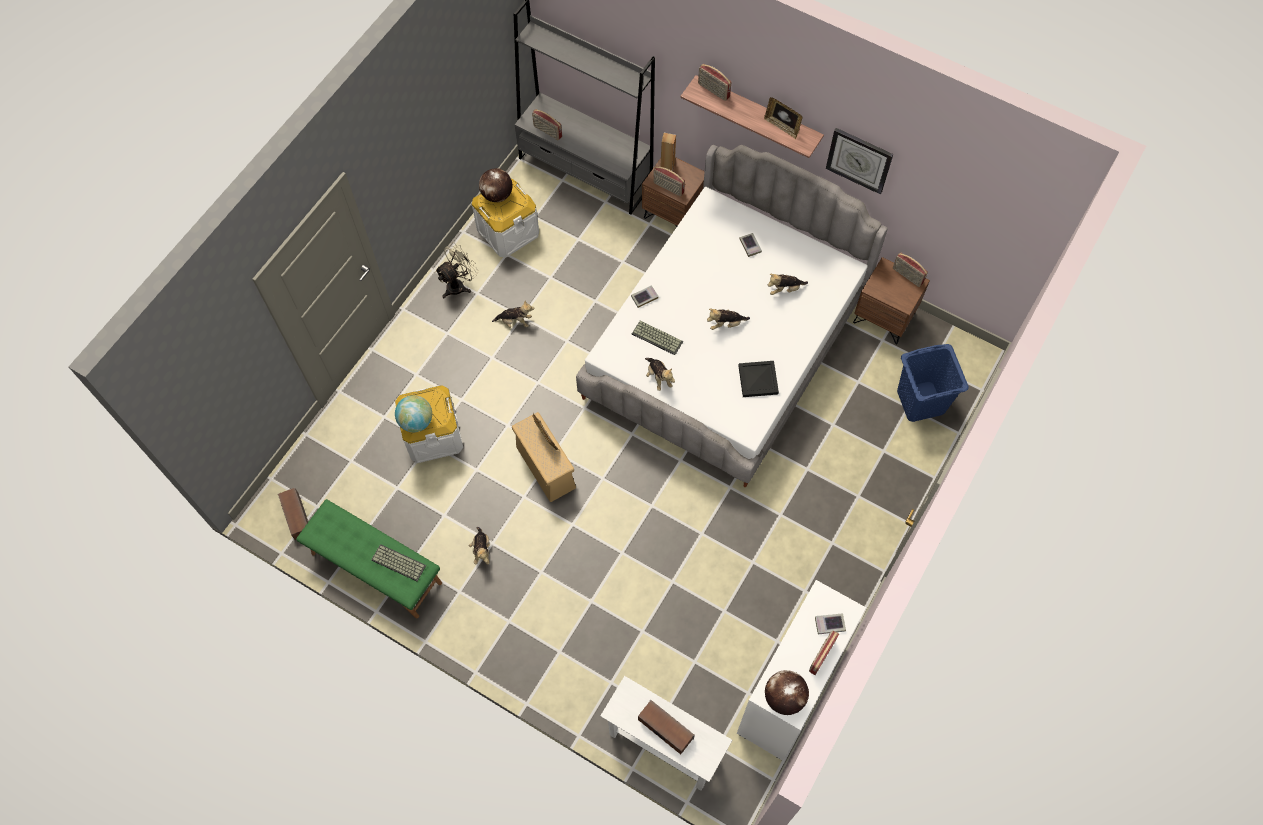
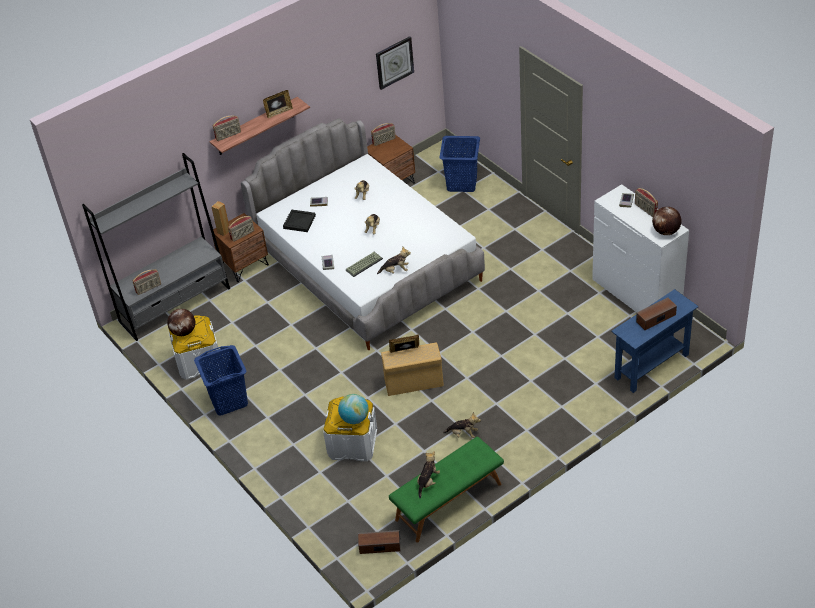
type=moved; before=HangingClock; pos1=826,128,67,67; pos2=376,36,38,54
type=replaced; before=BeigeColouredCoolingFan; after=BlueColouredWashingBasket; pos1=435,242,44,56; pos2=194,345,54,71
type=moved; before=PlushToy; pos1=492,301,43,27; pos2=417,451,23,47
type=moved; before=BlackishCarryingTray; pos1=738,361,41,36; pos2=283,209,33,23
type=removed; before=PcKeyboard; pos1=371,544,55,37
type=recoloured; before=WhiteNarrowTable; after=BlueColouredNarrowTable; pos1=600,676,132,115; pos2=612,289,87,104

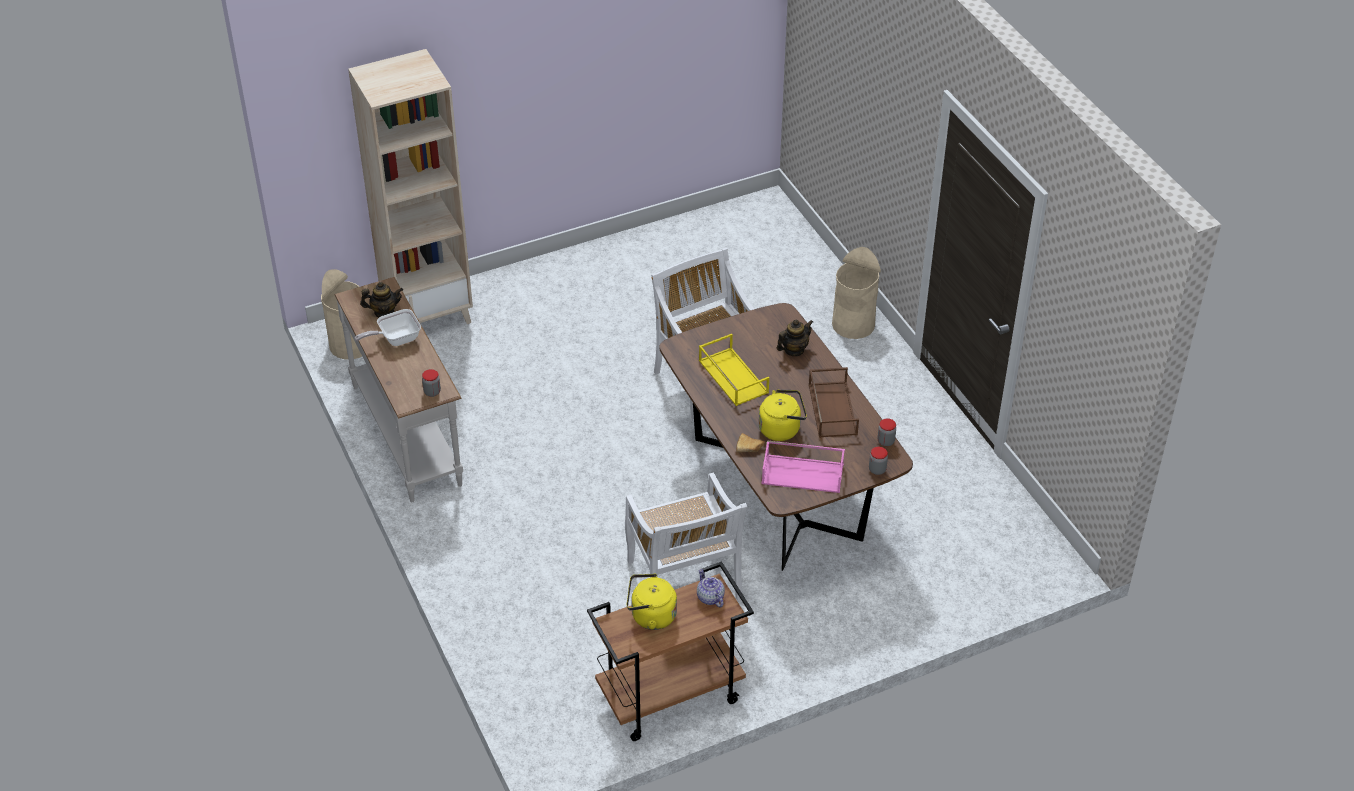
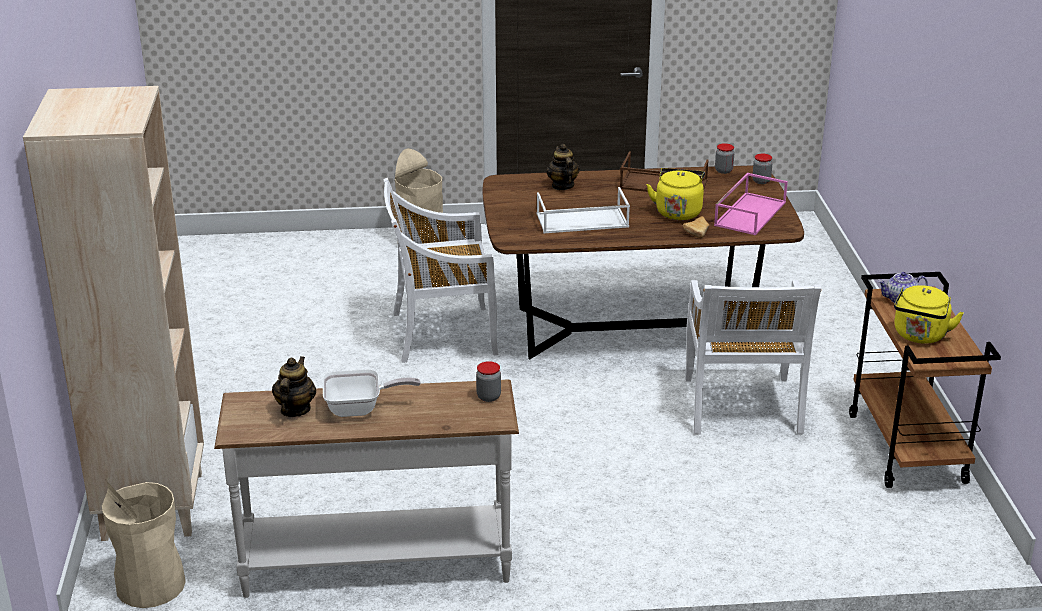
type=turned; before=FryingPan; pos1=355,309,66,37; pos2=323,369,98,48; turn=-90
type=recoloured; before=YellowCarryingTray; after=WhiteCarryingTray; pos1=699,334,70,72; pos2=537,187,93,46
type=turned; before=WhiteUprightChair; pos1=625,472,122,129; pos2=685,280,136,154; turn=90

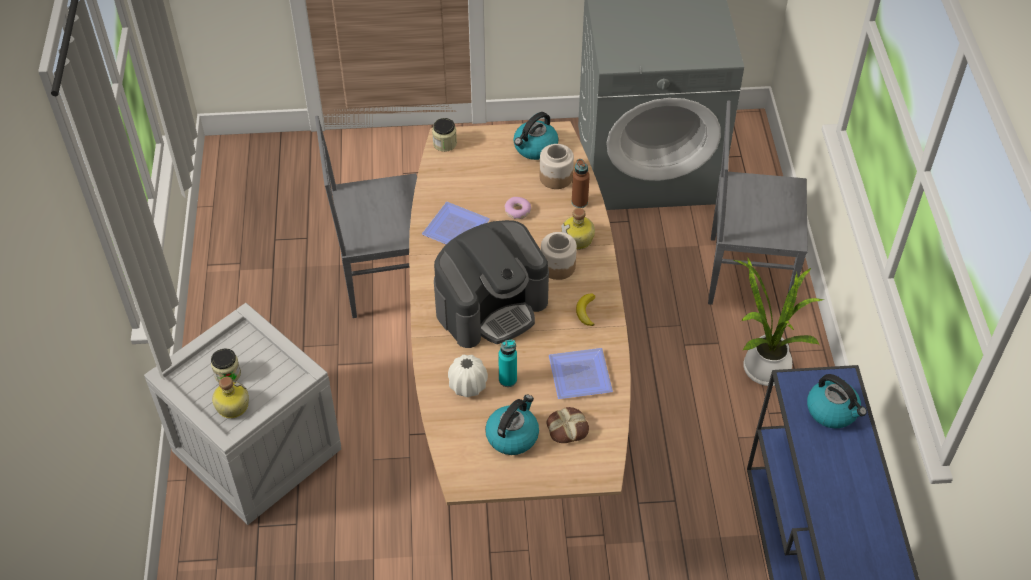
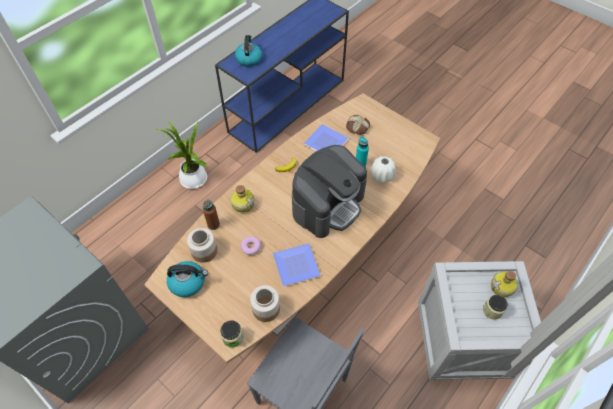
type=removed; before=GreyishUprightChair; pos1=708,101,100,204
type=turned; before=CoffeeMaker; pos1=434,220,115,128; pos2=292,145,75,93; turn=120
type=moved; before=StorageJar; pos1=541,232,36,48; pos2=250,285,30,37
type=removed; before=Kettle; pos1=485,395,54,60

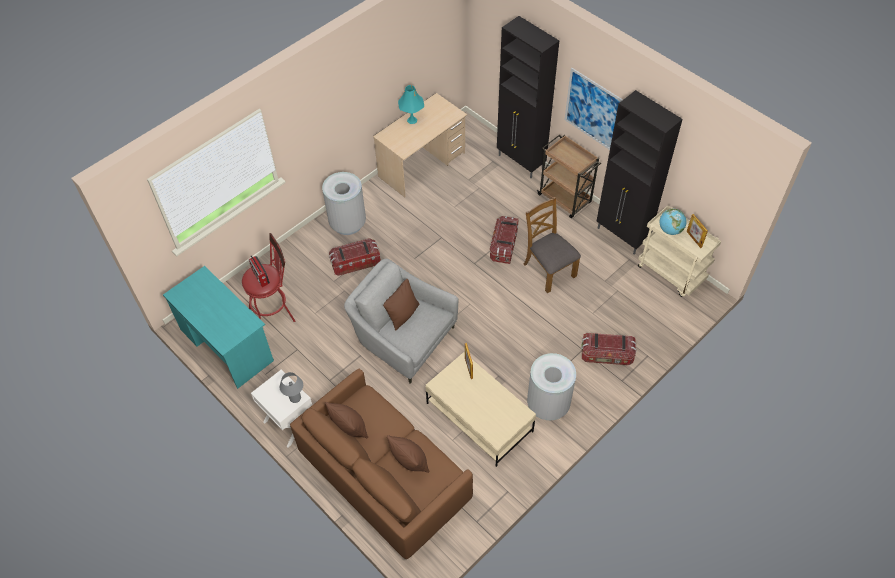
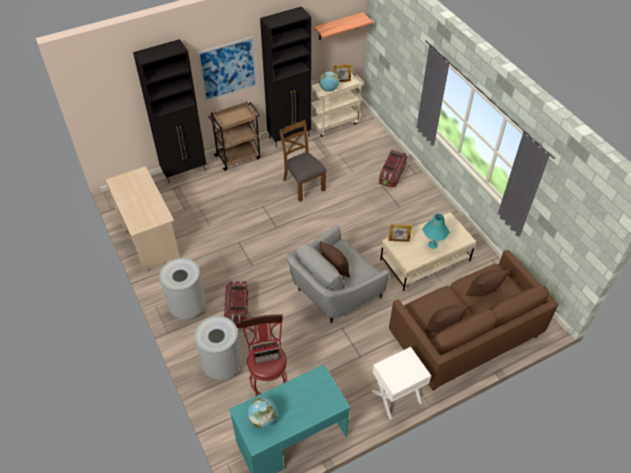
type=moved; before=TurquoiseLampForATable; pos1=398,85,26,39; pos2=422,214,28,35
type=turned; before=BrownColouredUprightChair; pos1=524,197,57,96; pos2=279,120,48,82; turn=75
type=removed; before=StorageContainer; pos1=490,216,29,48
type=moved; before=GreyishRubbishBin; pos1=527,353,49,67; pos2=195,316,47,64
type=removed; before=GreyishLampForATable; pos1=280,372,23,31
type=added; after=BracketShelf; pos2=314,12,59,28
type=added; after=Globe; pos2=247,397,30,31

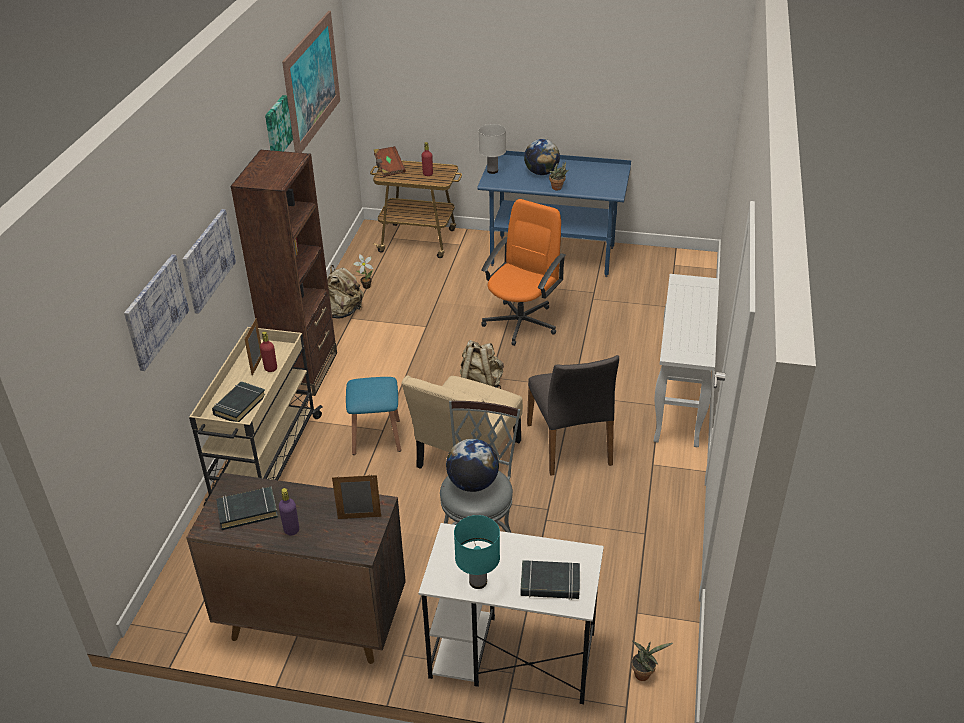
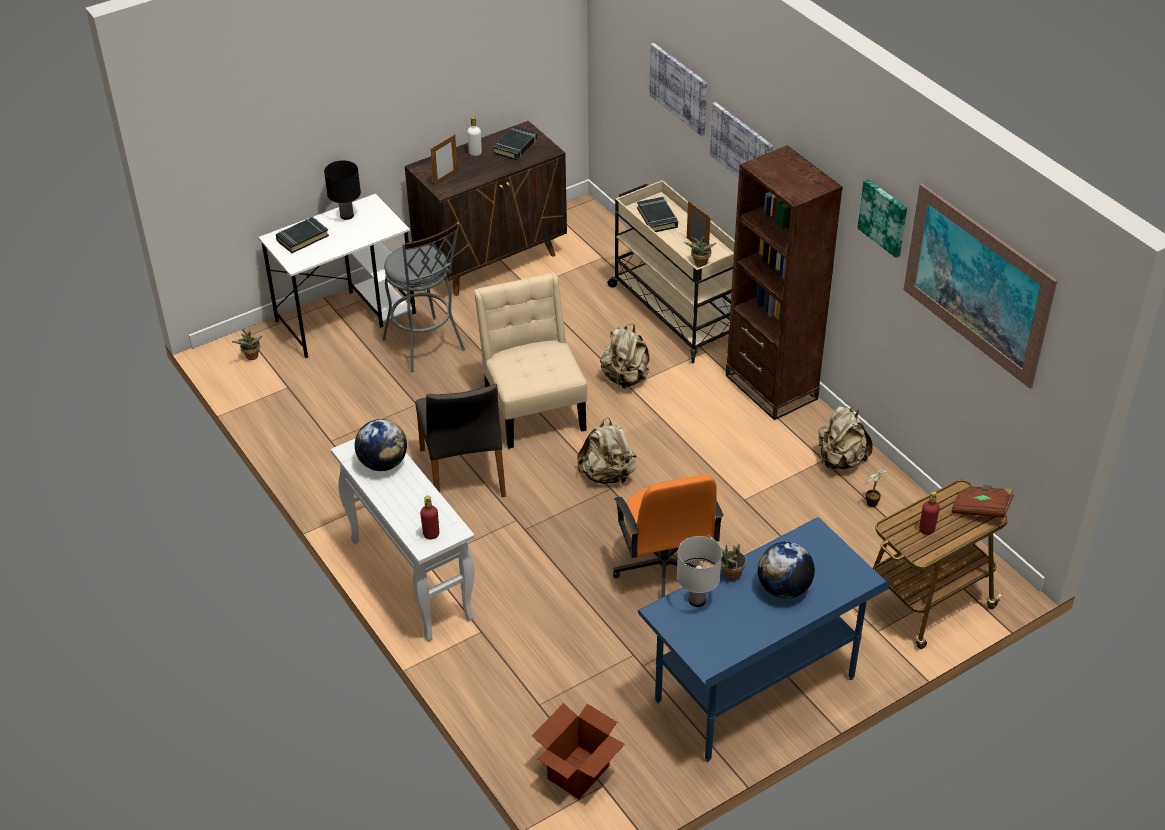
type=moved; before=WhiteLampForATable; pos1=479,124,27,50; pos2=677,536,45,71
type=moved; before=ReddishBottle; pos1=260,332,17,40; pos2=420,496,19,43
type=turned; before=GreyishUprightChair; pos1=527,355,92,121; pos2=416,384,90,113; turn=-135
type=replaced; before=BlueColouredStool; after=BeigeColouredBackpack; pos1=346,377,55,78; pos2=600,324,49,65
type=moved; before=Globe; pos1=446,439,53,53; pos2=355,419,52,52
type=recoloured; before=PurplishBottle; after=WhiteBottle; pos1=279,488,20,47; pos2=467,116,15,40
type=recoloured; before=TurquoiseLampForATable; after=BlackishLampForATable; pos1=454,515,46,74; pos2=324,160,37,60
type=added; after=PottedPlant; pos2=684,236,32,31
type=added; after=Carton; pos2=532,703,93,96

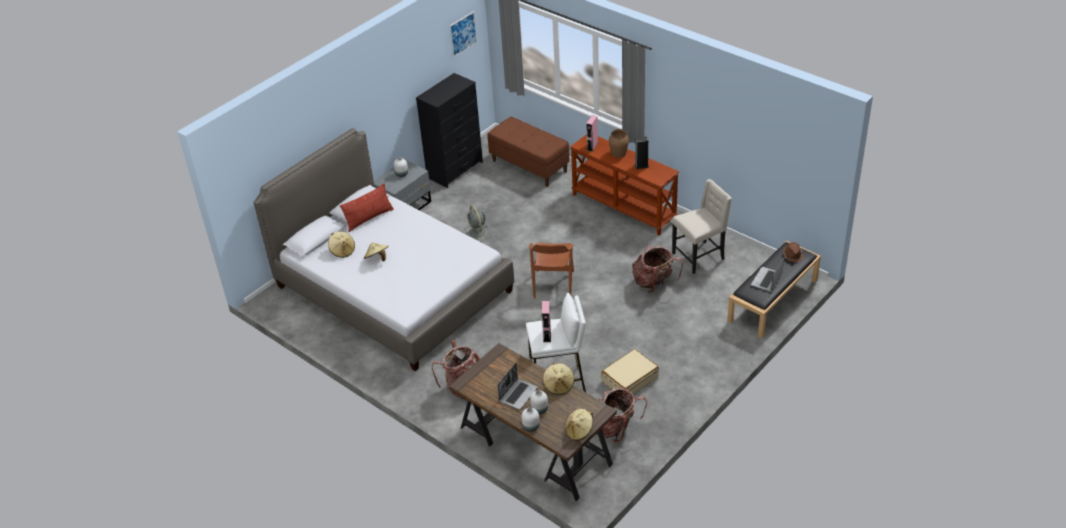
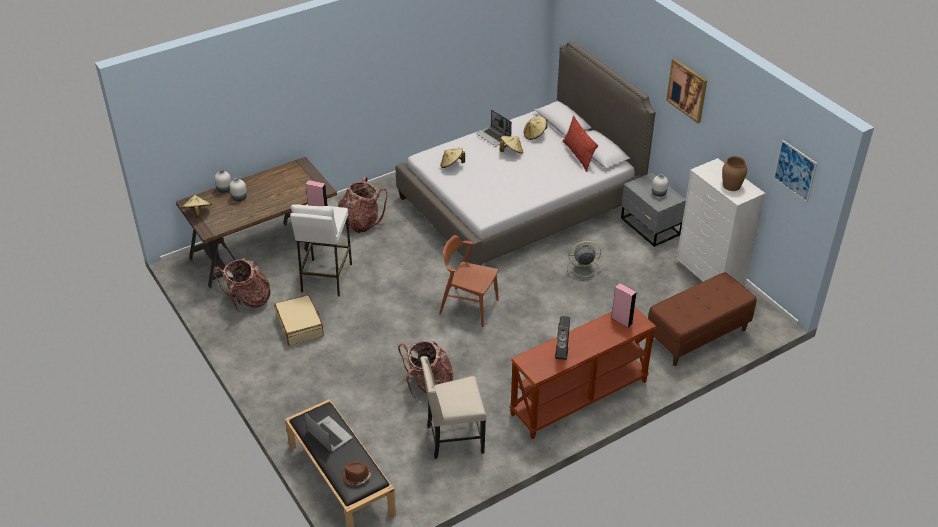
type=recoloured; before=BlackishDresser; after=WhiteDresser; pos1=416,73,67,115; pos2=676,158,90,128
type=moved; before=BrownColouredFlowerVase; pos1=609,129,20,29; pos2=722,156,25,35
type=turned; before=BeigeColouredUprightChair; pos1=672,179,60,95; pos2=420,356,66,103; turn=90
type=moved; before=BeigeColouredWearableHat; pos1=543,362,31,33; pos2=440,148,25,20
type=moved; before=PortableComputer; pos1=498,363,40,47; pos2=476,109,36,37
type=added; after=WallArt; pos2=666,58,41,65

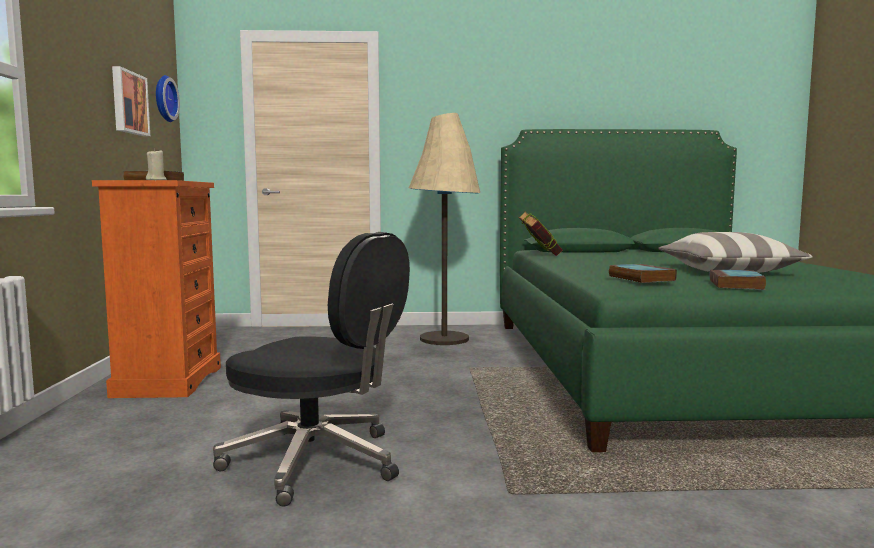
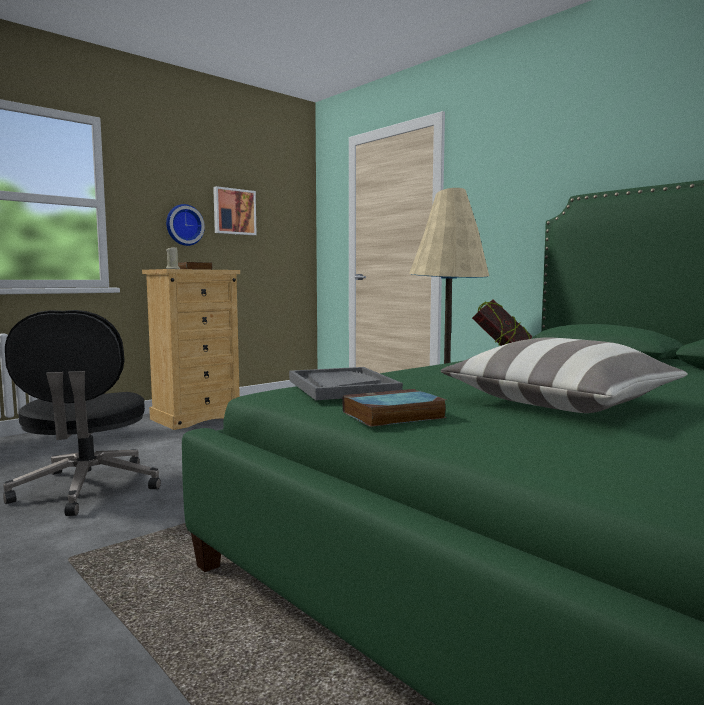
type=moved; before=HangingClock; pos1=156,75,24,47; pos2=166,204,39,42
type=recoloured; before=OrangeDresser; after=BeigeColouredDresser; pos1=92,180,129,218; pos2=142,269,98,161
type=replaced; before=BoundBook; after=GreyishCarryingTray; pos1=609,264,68,19; pos2=289,367,114,33

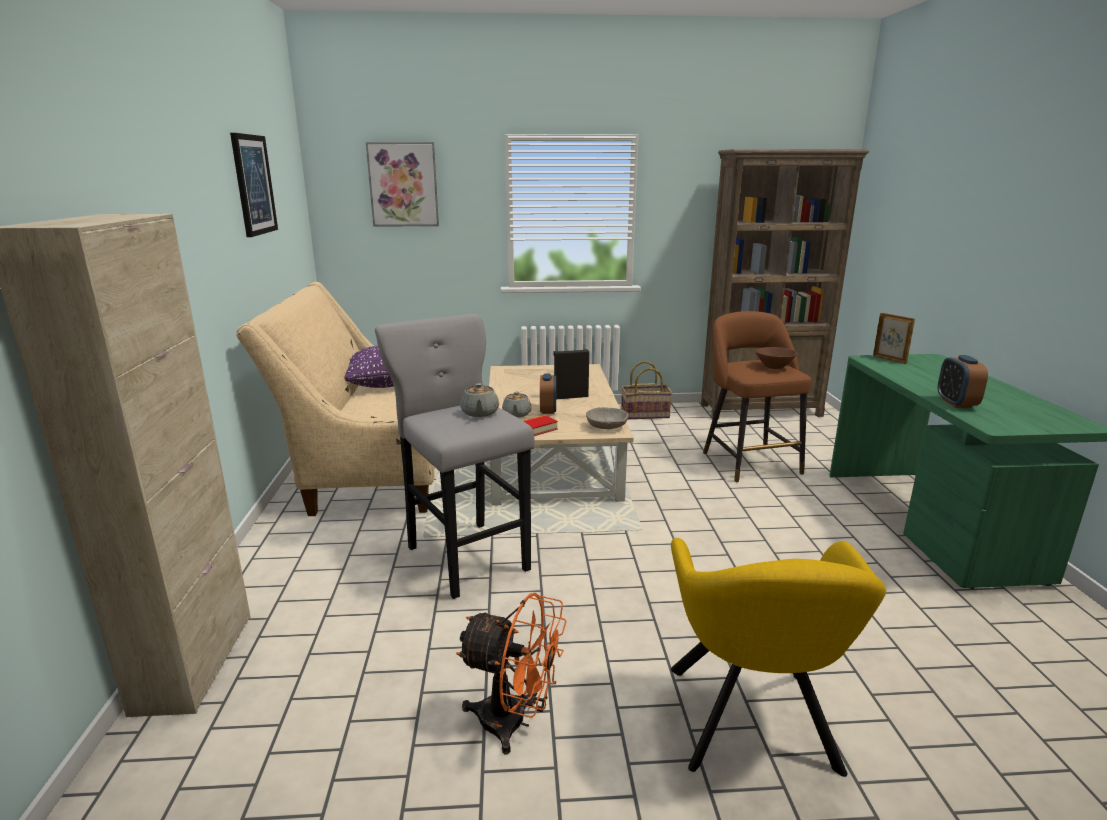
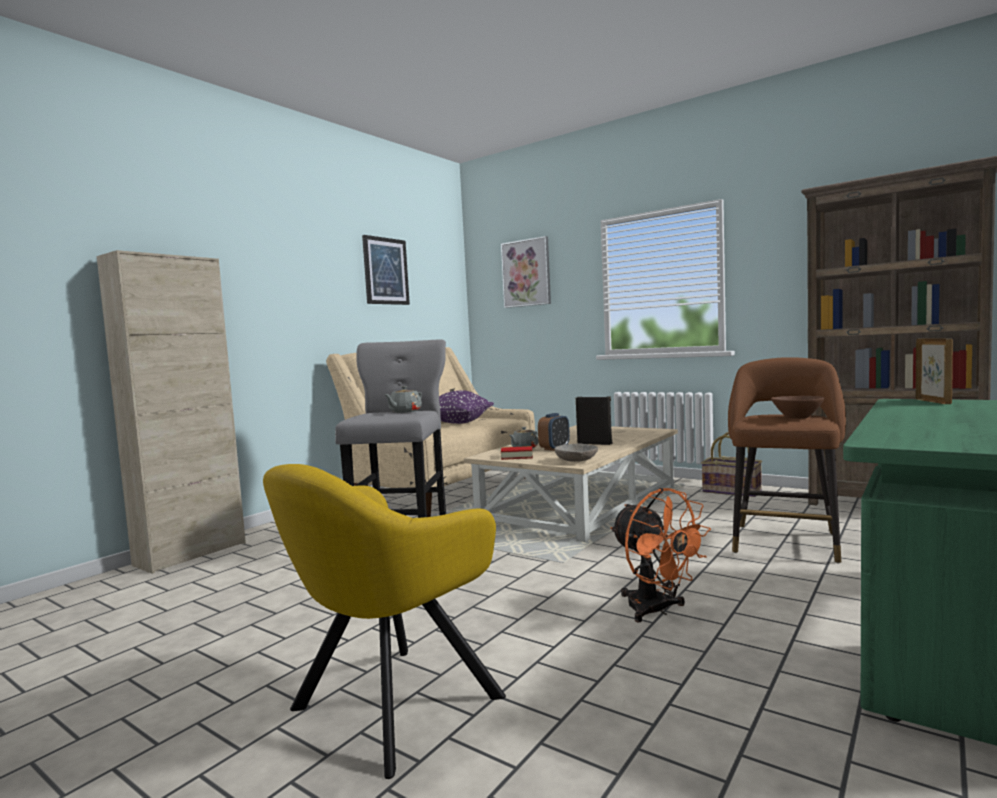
type=removed; before=AlarmClock; pos1=938,355,50,53
type=moved; before=OrangeCoolingFan; pos1=456,593,110,161; pos2=610,488,101,134

